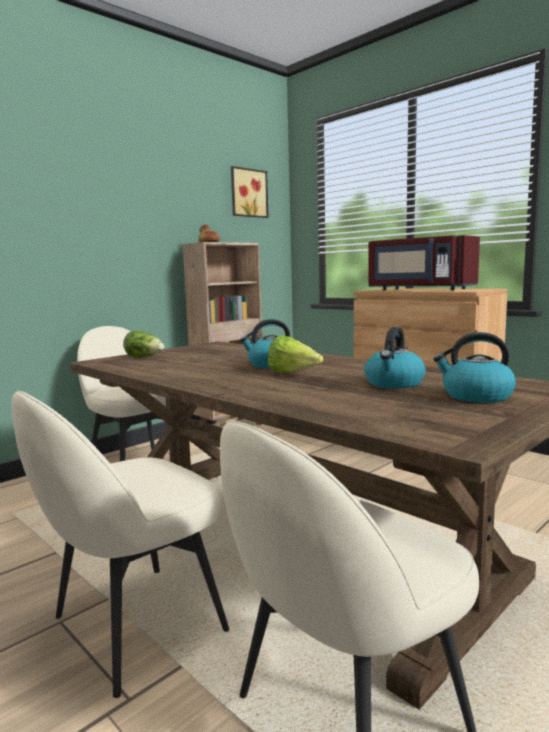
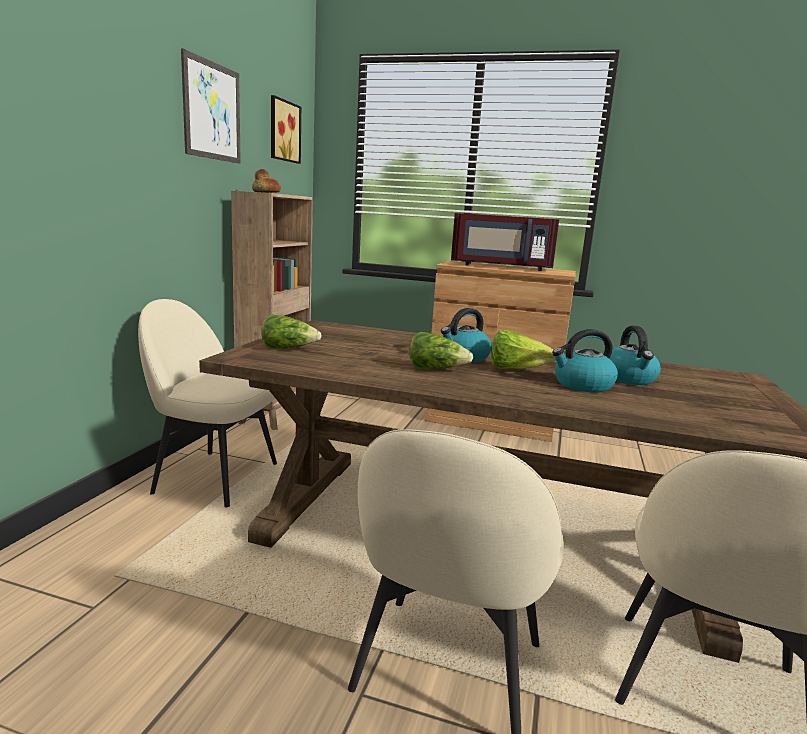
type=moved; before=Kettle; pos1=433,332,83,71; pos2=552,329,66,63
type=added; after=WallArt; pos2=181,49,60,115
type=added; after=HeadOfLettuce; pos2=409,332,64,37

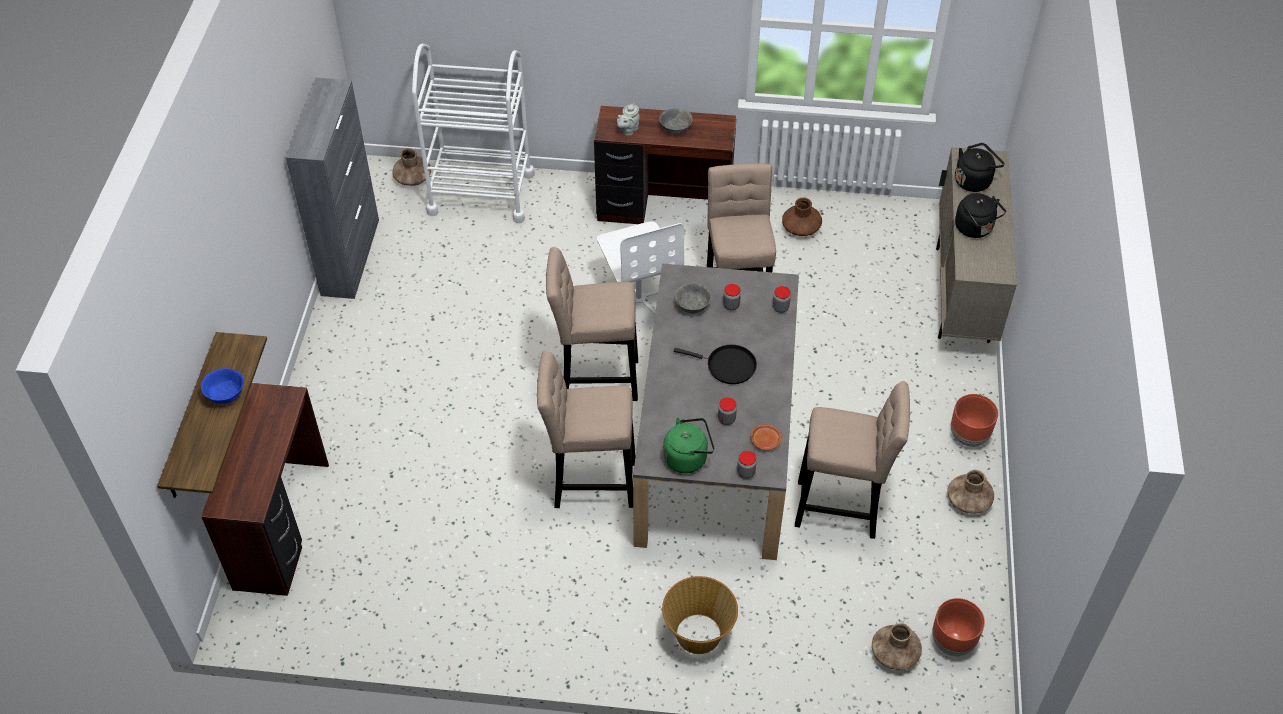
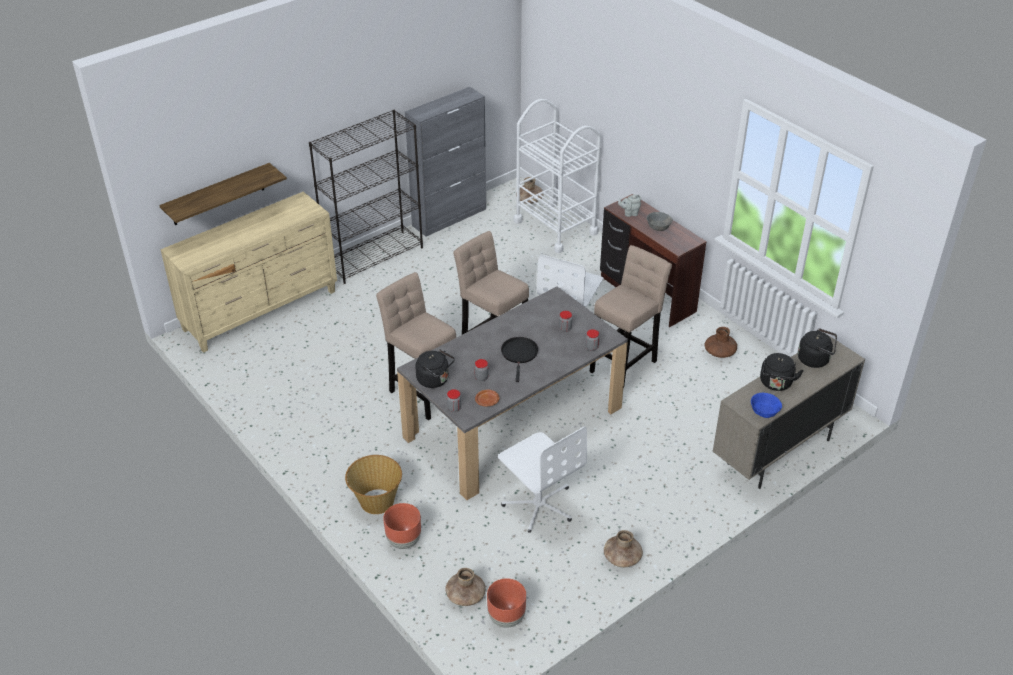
type=removed; before=GreyishDeepDish; pos1=675,283,37,31
type=turned; before=BlackishFryingPan; pos1=674,345,83,39; pos2=501,337,37,45; turn=-150
type=moved; before=BlueColouredDeepDish; pos1=201,368,43,36; pos2=751,393,31,25
type=replaced; before=BeigeColouredStool; after=WhiteOfficeChair; pos1=795,381,115,158; pos2=498,426,89,107
type=replaced; before=BrownColouredDeskUnit; after=BeigeColouredDresser; pos1=201,383,128,213; pos2=160,192,177,161
type=moved; before=BrownColouredFlowerPot; pos1=951,394,47,53; pos2=383,503,38,46
type=recoloured; before=GreenColouredKettle; after=BlackishKettle; pos1=663,418,52,55; pos2=415,349,40,39
type=added; after=BlackishBookshelf; pos2=309,110,114,174

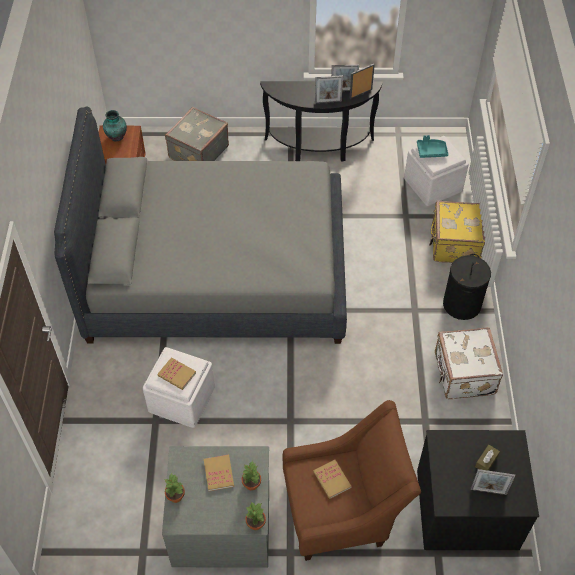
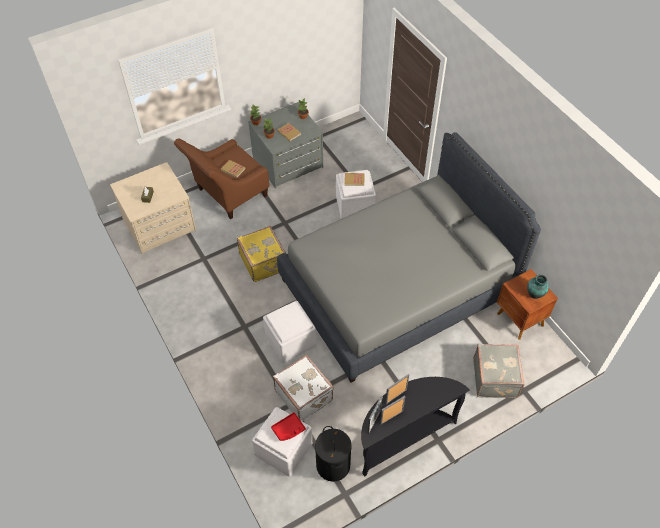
type=recoloured; before=TurquoiseCarryingTray; after=ReddishCarryingTray; pos1=417,135,31,23; pos2=271,412,35,29
type=moved; before=YellowSuitcase; pos1=429,200,56,63; pos2=237,226,49,56
type=moved; before=BlackishWashingBasket; pos1=443,254,48,66; pos2=315,426,37,56
type=moved; before=WhiteSuitcase; pos1=435,327,68,72; pos2=273,355,61,66
type=recoloured; before=BlackishDresser; after=BeigeColouredDresser; pos1=417,430,122,120; pos2=110,162,87,93
type=removed; before=PictureFrame; pos1=470,469,45,26
type=added; after=WhiteFootrest; pos2=263,301,53,62

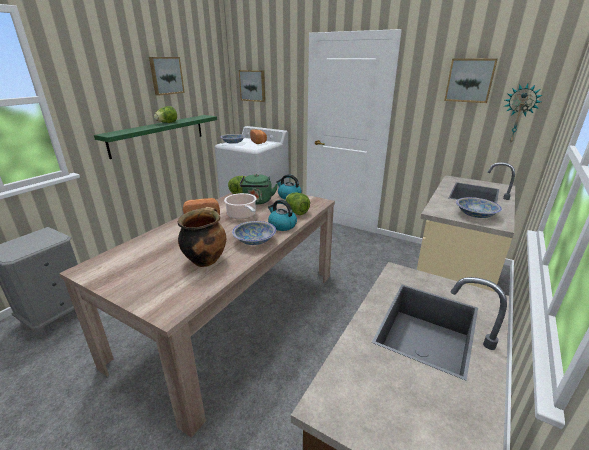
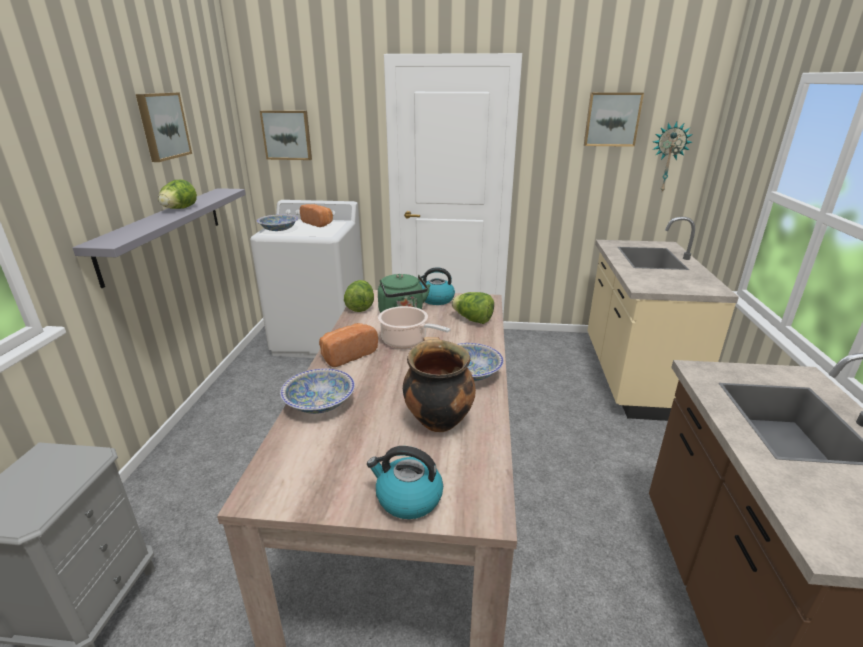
type=recoloured; before=GreenColouredBracketShelf; after=GreyishBracketShelf; pos1=94,115,123,44; pos2=72,188,174,100
type=moved; before=DeepDish; pos1=456,197,46,21; pos2=280,368,75,46
type=moved; before=Kettle; pos1=268,200,29,31; pos2=367,446,76,73

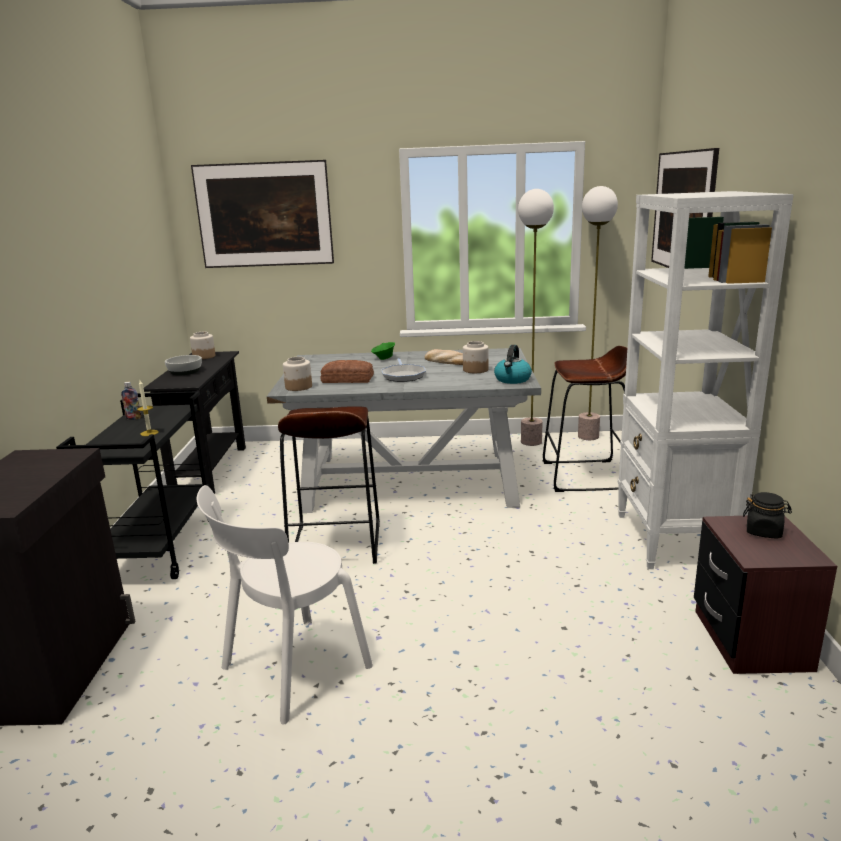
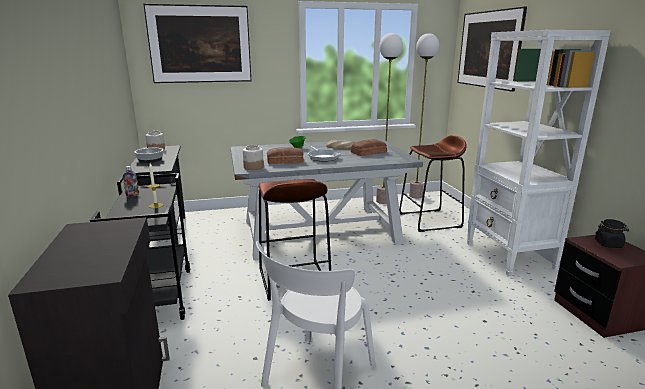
type=replaced; before=StorageJar; after=BakeryBread; pos1=463,341,26,32; pos2=351,139,36,17
type=removed; before=Kettle; pos1=494,345,38,39

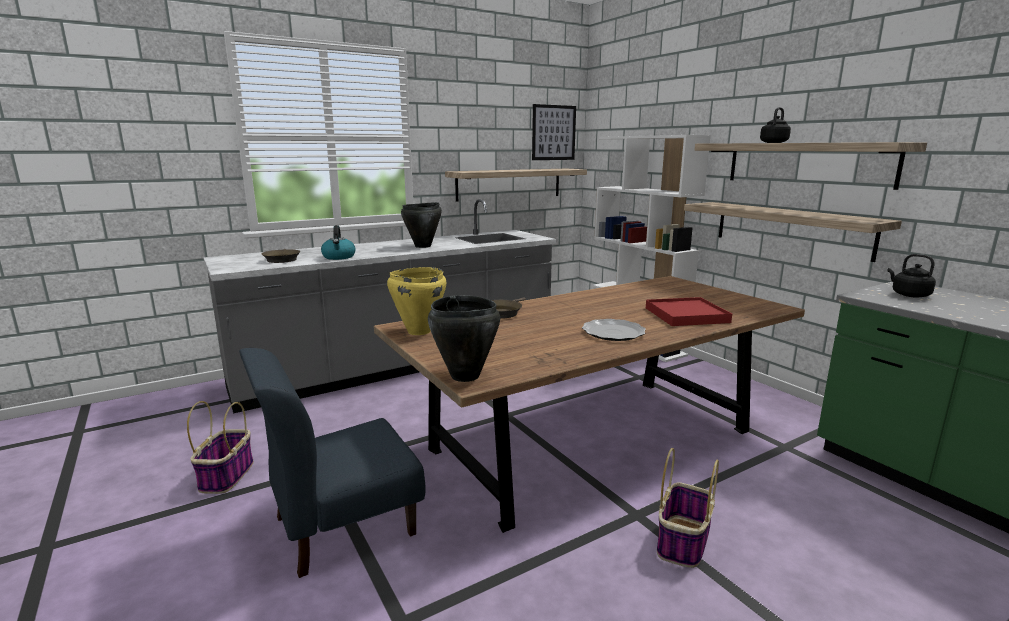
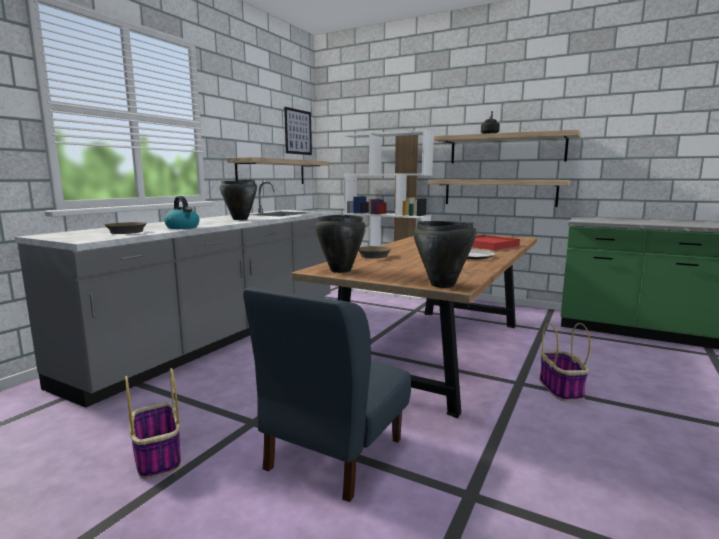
type=removed; before=BlackishKettle; pos1=887,254,49,44
type=recoloured; before=YellowSaucepot; after=BlackishSaucepot; pos1=387,267,59,68; pos2=315,215,51,58

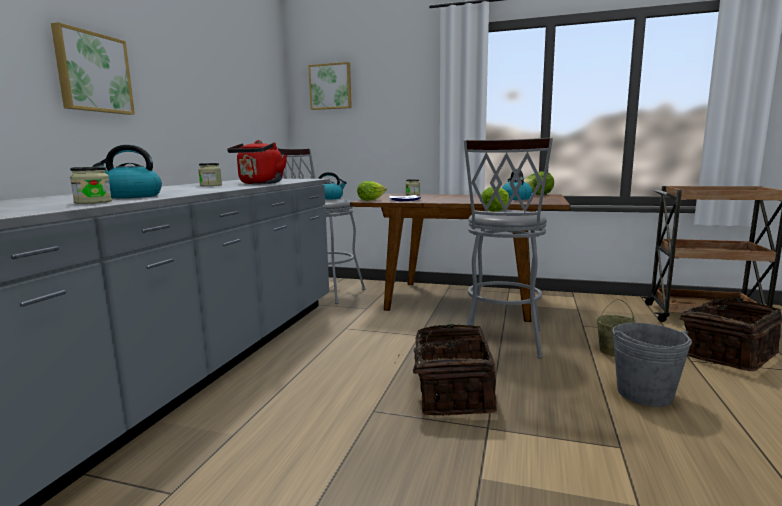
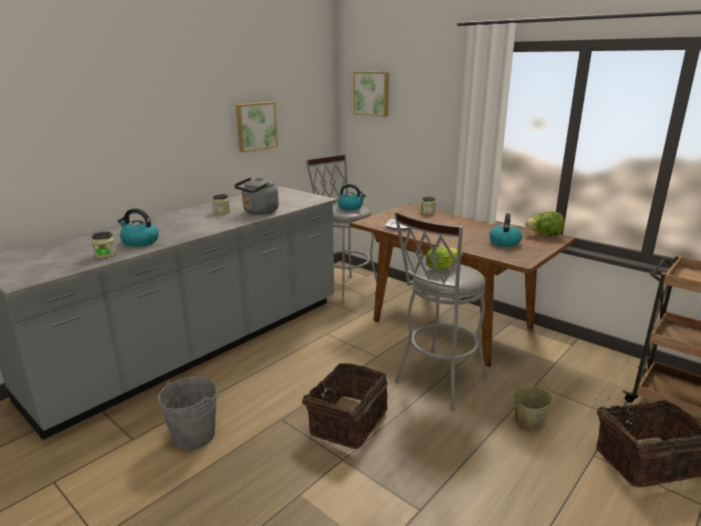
type=moved; before=WallArt; pos1=51,22,84,93; pos2=236,102,42,50
type=recoloured; before=ReddishKettle; after=GreyishKettle; pos1=227,140,60,44; pos2=234,177,45,38
type=removed; before=HeadOfLettuce; pos1=357,181,29,20
type=moved; before=GreyishWaterBucket; pos1=612,323,80,84; pos2=158,377,59,73

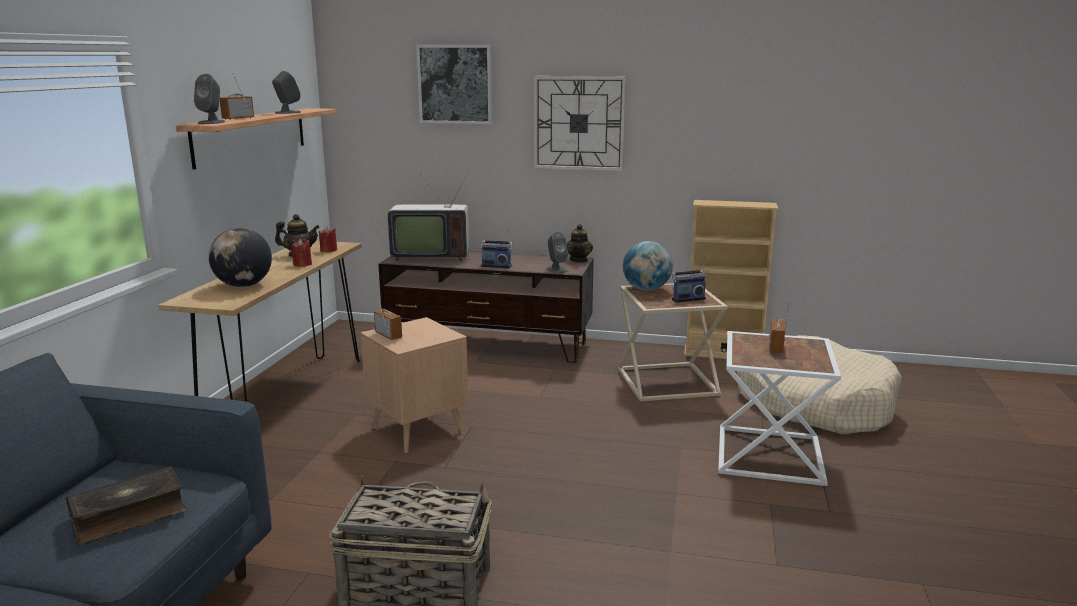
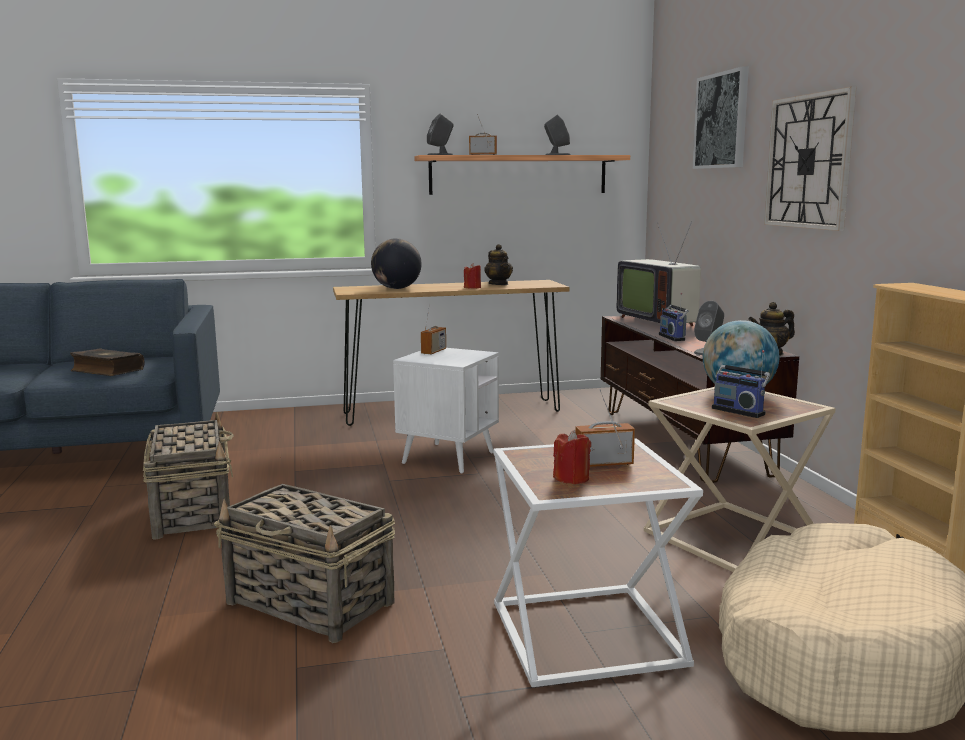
type=moved; before=ReddishWaxCandle; pos1=319,226,18,26; pos2=553,430,38,54
type=recoloured; before=BrownColouredAccentTable; after=WhiteAccentTable; pos1=360,317,108,136; pos2=393,348,106,125
type=added; after=HouseholdBasket; pos2=214,484,181,159

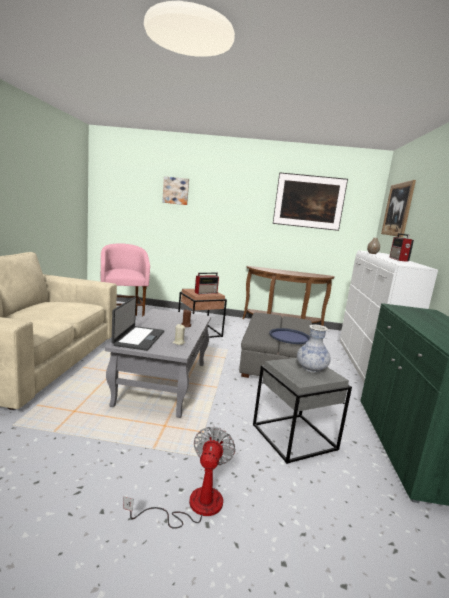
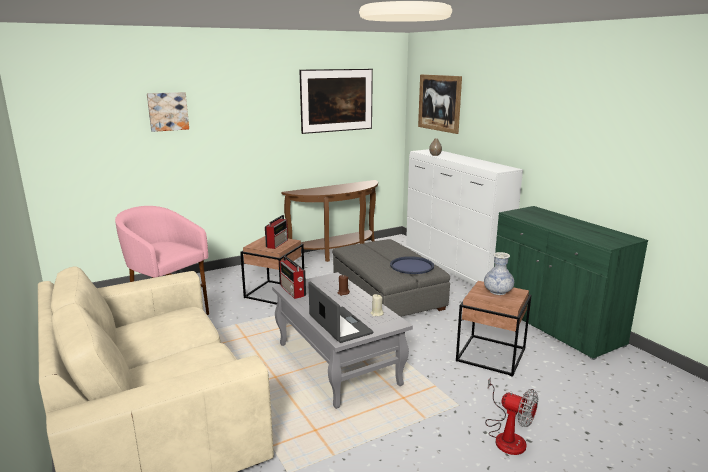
type=moved; before=RadioSet; pos1=389,233,25,29; pos2=280,255,26,44
type=recoloured; before=GreyishAccentTable; after=BrownColouredAccentTable; pos1=253,358,99,106; pos2=456,281,76,96
type=turned; before=CoolingFan; pos1=123,427,112,102; pos2=485,377,53,78; turn=150

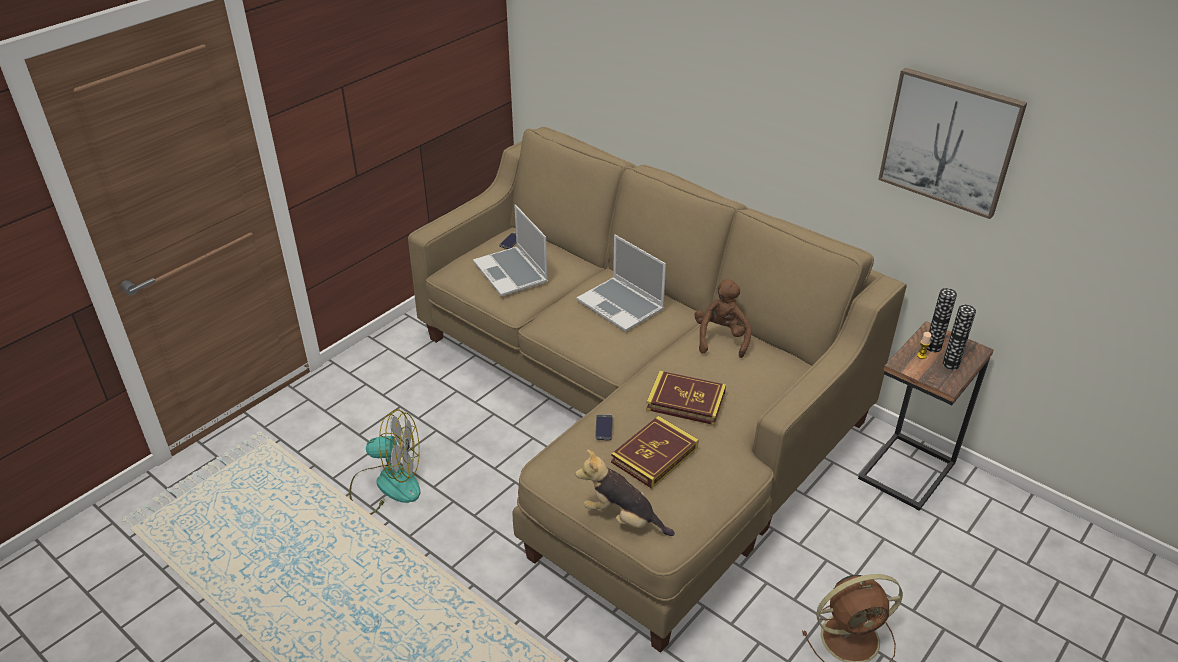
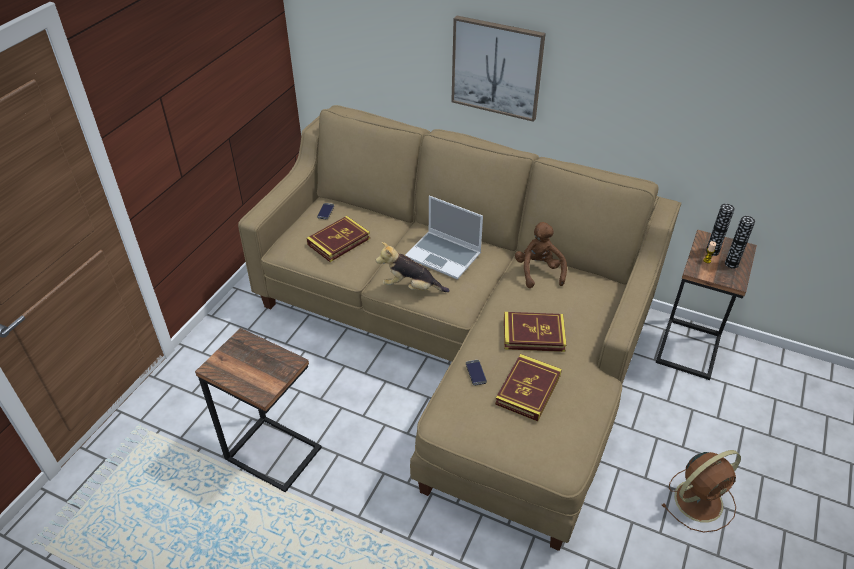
type=moved; before=WallArt; pos1=878,68,149,151; pos2=451,15,95,107
type=replaced; before=PortableComputer; after=BoundBook; pos1=473,205,75,91; pos2=307,216,63,46
type=replaced; before=CoolingFan; after=AccentTable; pos1=349,409,71,106; pos2=195,328,127,164
type=moved; before=PlushToy; pos1=575,450,100,86; pos2=376,242,73,50

